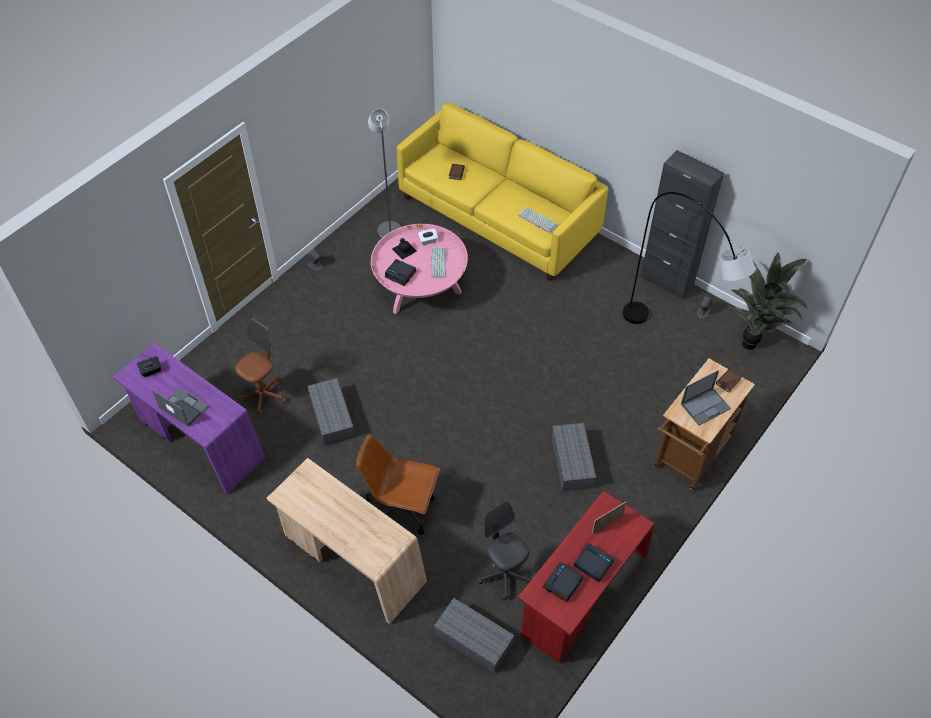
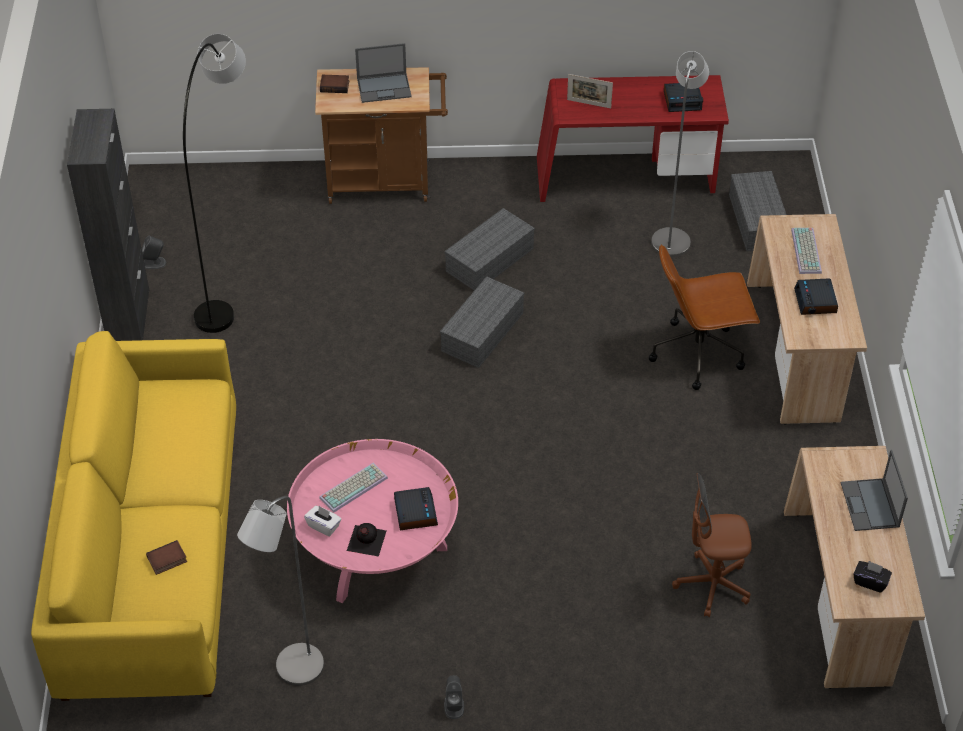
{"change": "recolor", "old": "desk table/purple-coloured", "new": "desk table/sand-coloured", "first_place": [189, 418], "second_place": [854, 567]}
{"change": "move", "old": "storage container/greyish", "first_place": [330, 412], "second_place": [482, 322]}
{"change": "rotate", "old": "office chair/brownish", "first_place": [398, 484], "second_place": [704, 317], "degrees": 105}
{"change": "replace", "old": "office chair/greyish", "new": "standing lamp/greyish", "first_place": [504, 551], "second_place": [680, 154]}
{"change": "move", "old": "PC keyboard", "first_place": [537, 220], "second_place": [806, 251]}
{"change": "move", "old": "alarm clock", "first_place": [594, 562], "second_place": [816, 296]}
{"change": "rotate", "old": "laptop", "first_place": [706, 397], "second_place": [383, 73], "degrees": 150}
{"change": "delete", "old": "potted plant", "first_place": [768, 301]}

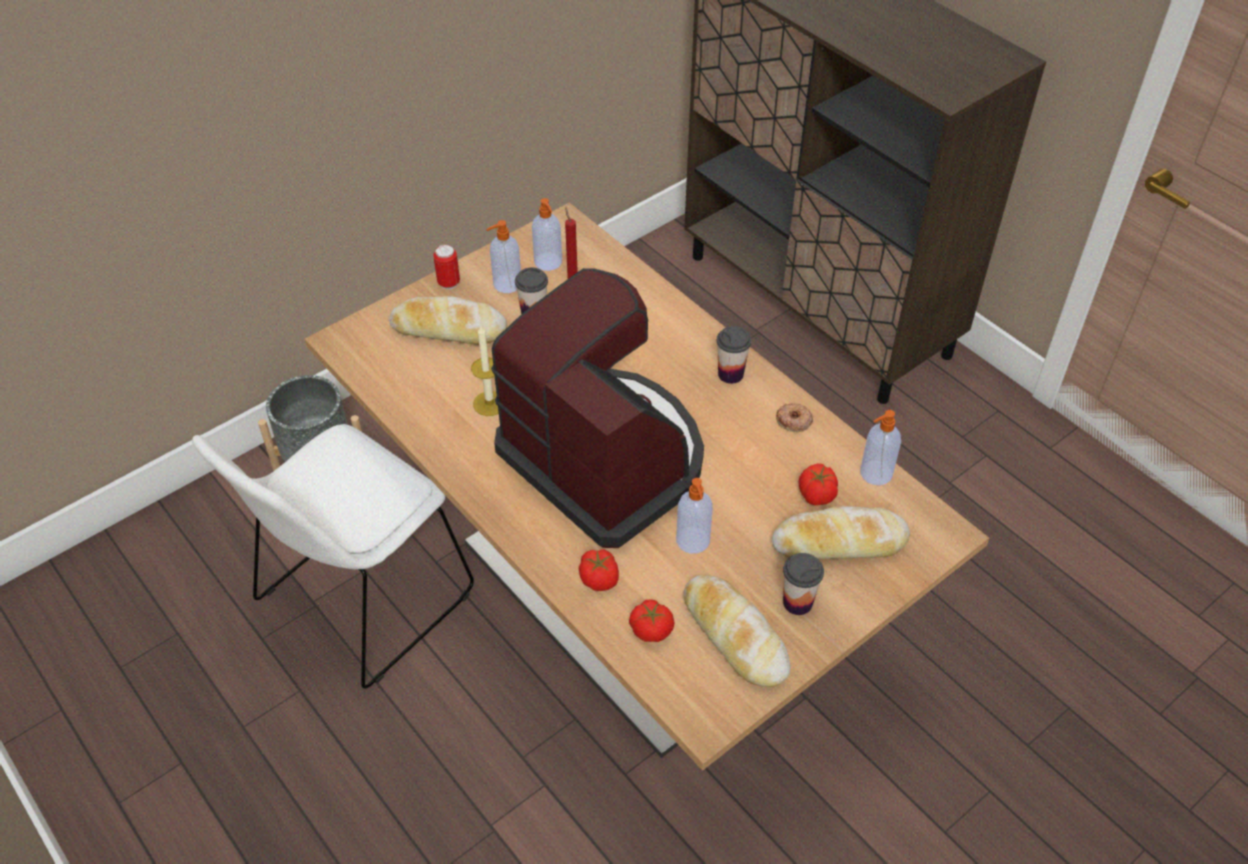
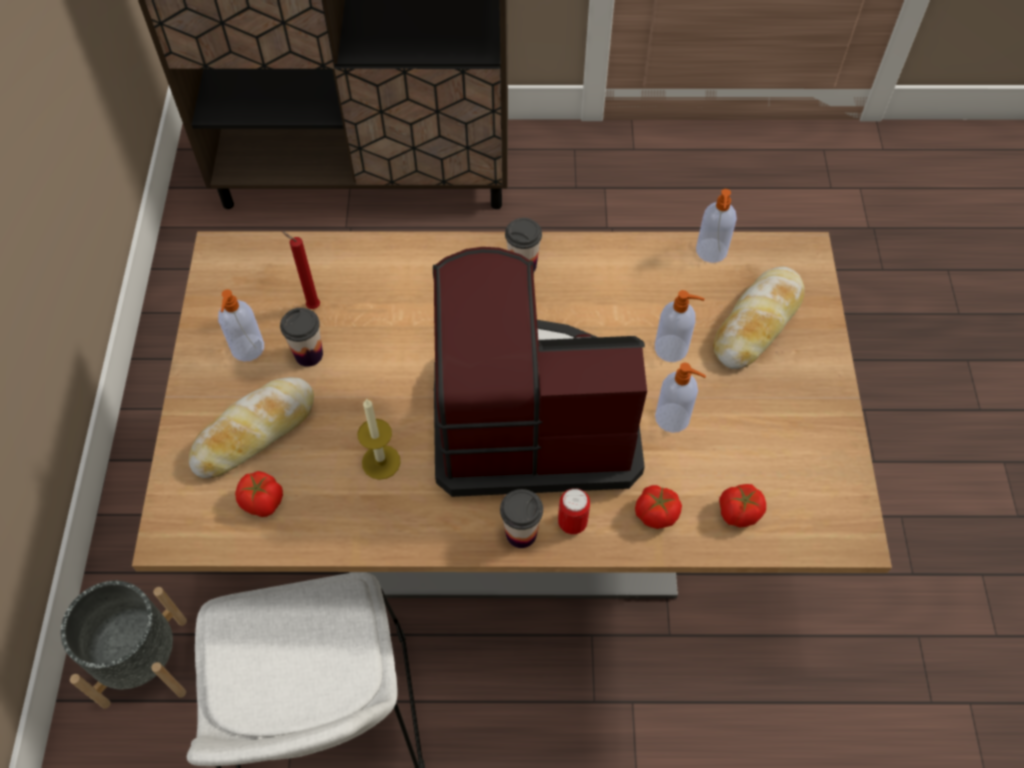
{"change": "move", "old": "sealed can", "first_place": [446, 267], "second_place": [574, 511]}
{"change": "move", "old": "soap dispenser", "first_place": [547, 234], "second_place": [680, 326]}
{"change": "delete", "old": "bakery bread", "first_place": [737, 631]}
{"change": "delete", "old": "donut", "first_place": [794, 417]}
{"change": "move", "old": "cup", "first_place": [803, 584], "second_place": [521, 518]}
{"change": "move", "old": "tomato", "first_place": [818, 484], "second_place": [259, 494]}

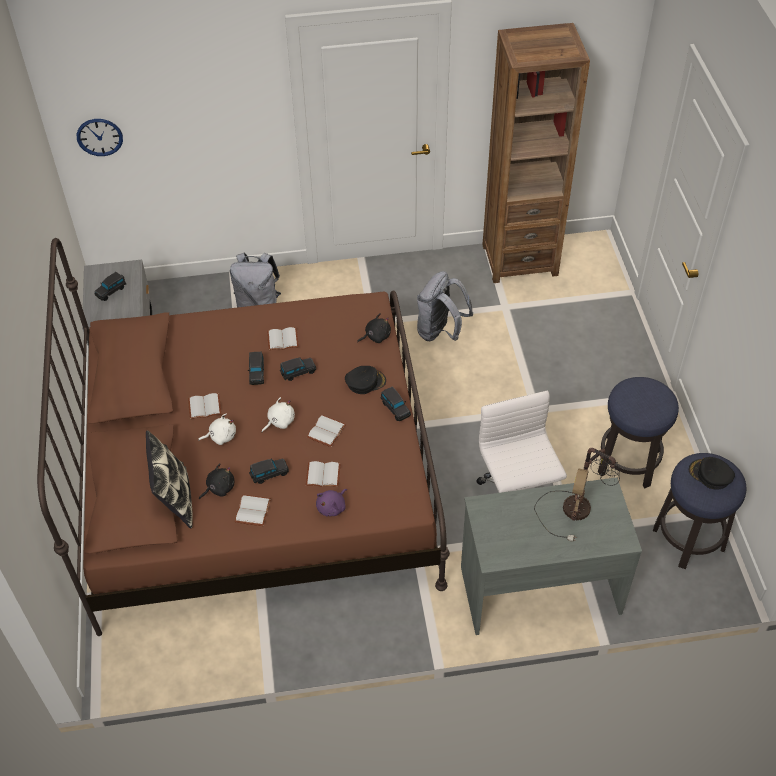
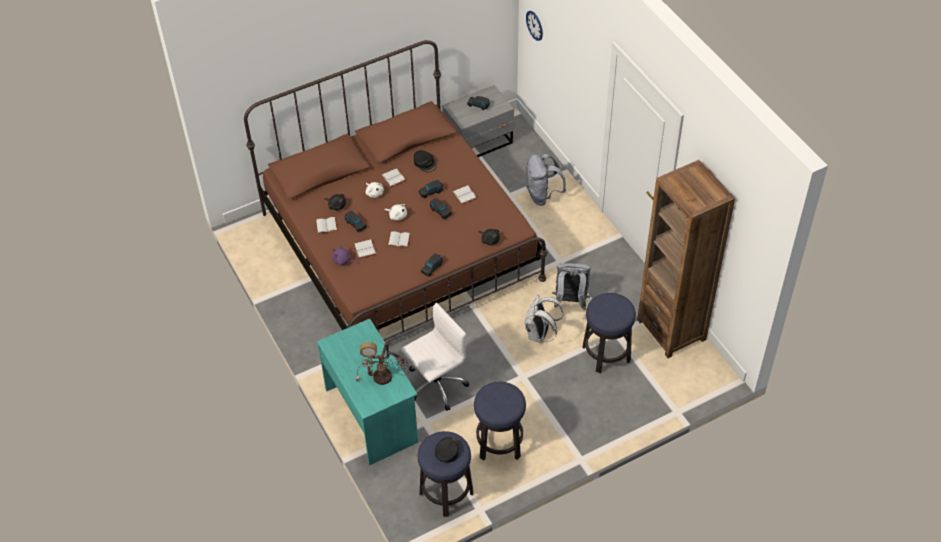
{"change": "delete", "old": "throw pillow", "first_place": [169, 479]}
{"change": "move", "old": "baseball cap/black-coloured", "first_place": [365, 380], "second_place": [425, 161]}
{"change": "recolor", "old": "desk table/greyish", "new": "desk table/blue-green", "first_place": [551, 556], "second_place": [367, 392]}
{"change": "insert", "new": "rucksack/whitish", "second_place": [544, 318]}
{"change": "insert", "new": "stool", "second_place": [609, 333]}

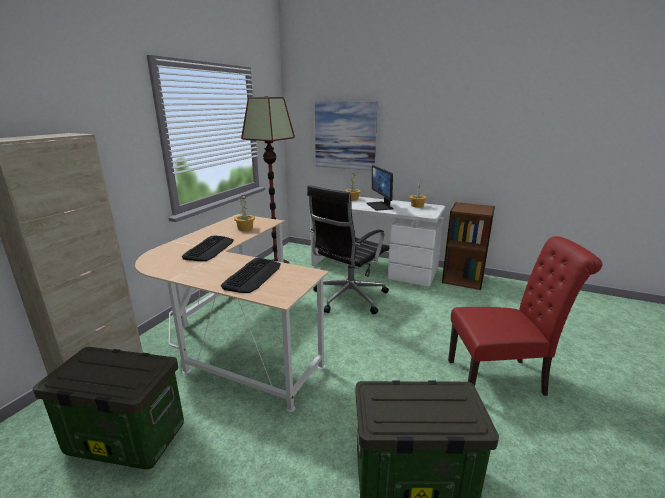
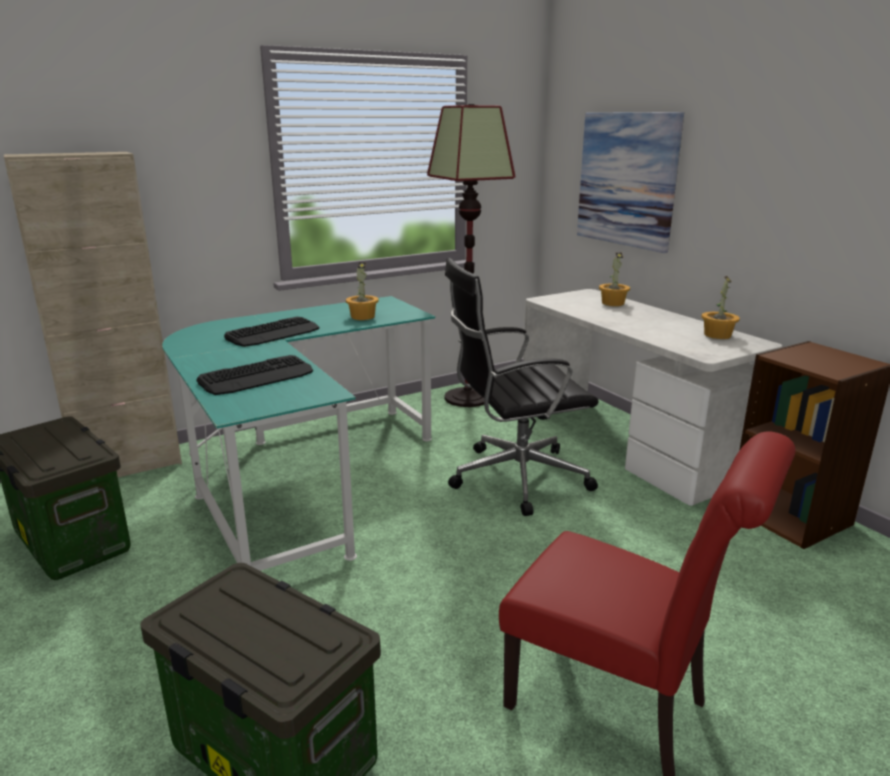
{"change": "recolor", "old": "desk table/sand-coloured", "new": "desk table/blue-green", "first_place": [232, 313], "second_place": [298, 433]}
{"change": "delete", "old": "computer screen", "first_place": [379, 188]}

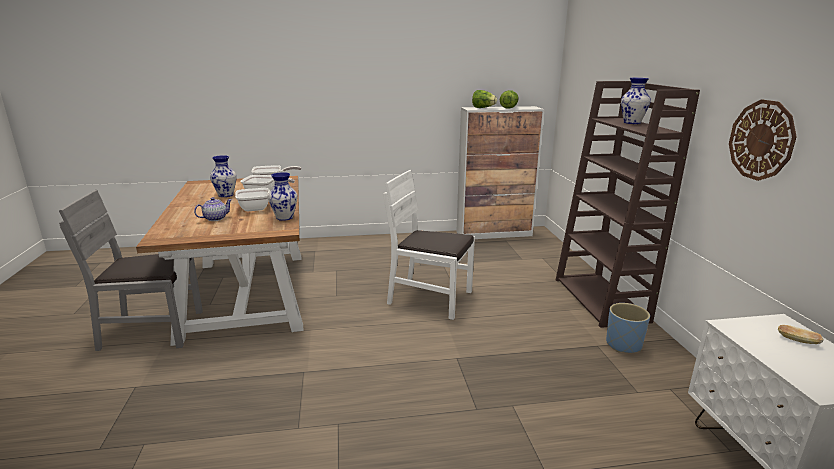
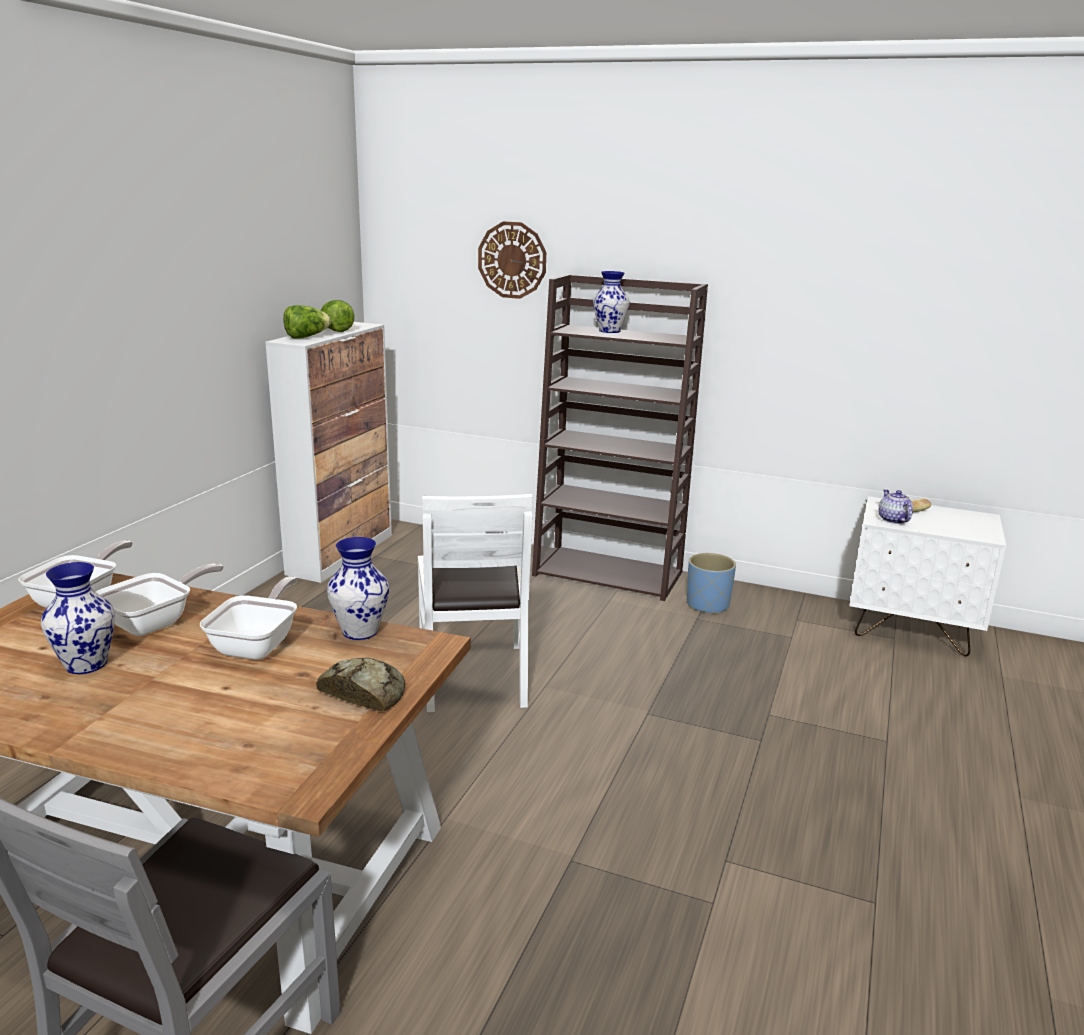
{"change": "move", "old": "pot for tea", "first_place": [213, 209], "second_place": [896, 506]}
{"change": "rotate", "old": "plain chair/whitish", "first_place": [429, 245], "second_place": [475, 603], "degrees": -60}
{"change": "move", "old": "clock on the wall", "first_place": [763, 140], "second_place": [512, 260]}
{"change": "insert", "new": "bakery bread", "second_place": [360, 684]}

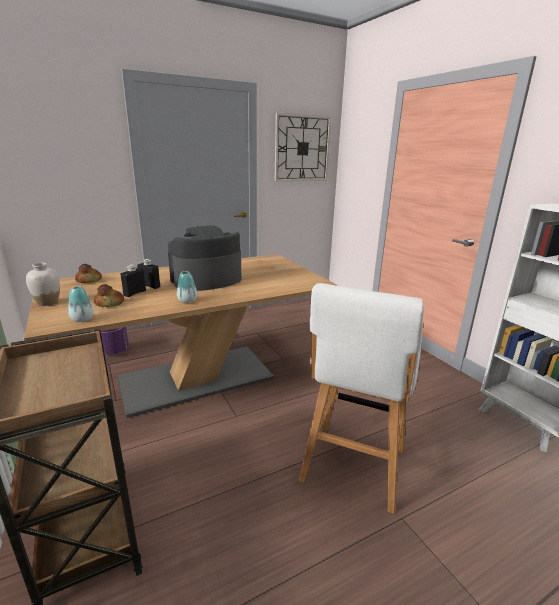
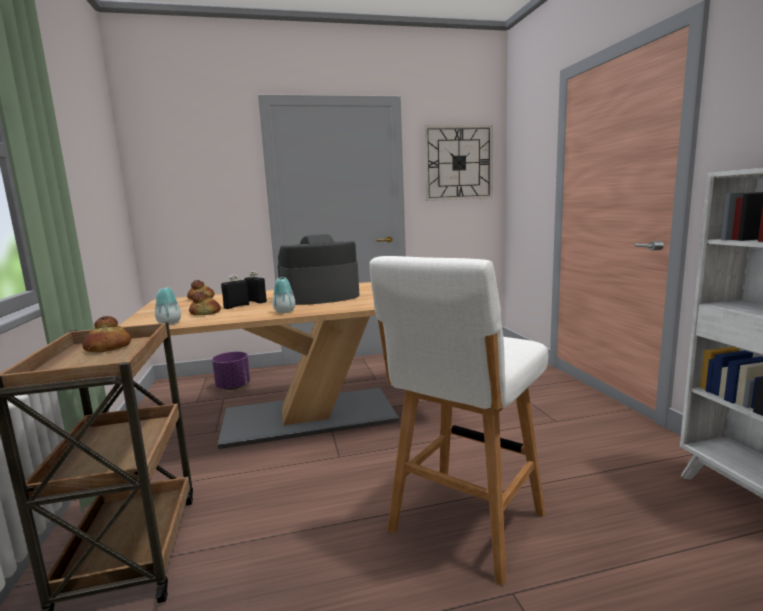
{"change": "delete", "old": "flower vase/whitish", "first_place": [43, 284]}
{"change": "insert", "new": "bakery bread", "second_place": [106, 334]}

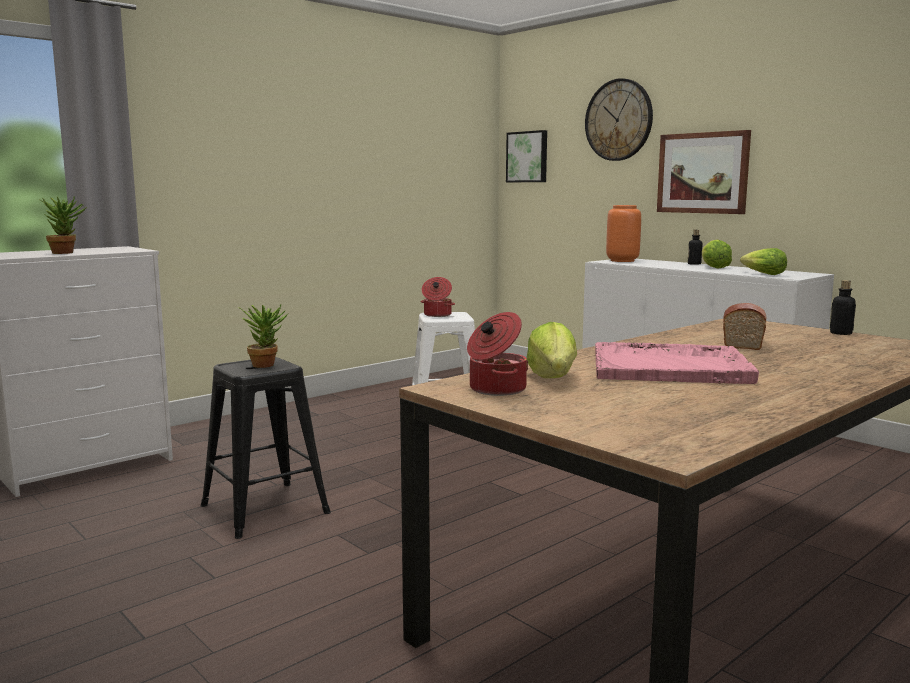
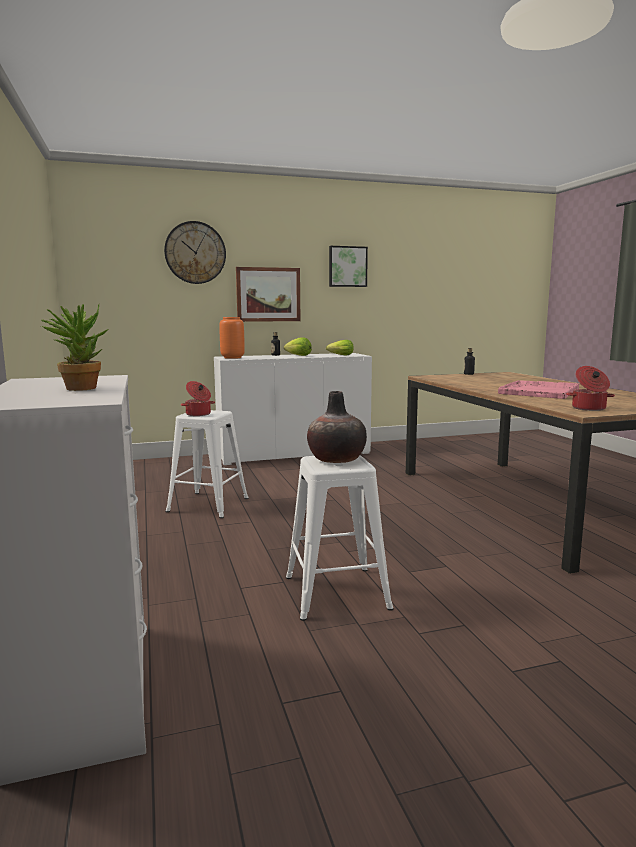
{"change": "recolor", "old": "stool/black-coloured", "new": "stool/whitish", "first_place": [266, 448], "second_place": [339, 538]}
{"change": "replace", "old": "potted plant", "new": "flower vase", "first_place": [263, 336], "second_place": [337, 427]}
{"change": "move", "old": "picture", "first_place": [526, 156], "second_place": [348, 266]}
{"change": "delete", "old": "lettuce", "first_place": [552, 350]}
{"change": "delete", "old": "bakery bread", "first_place": [744, 326]}

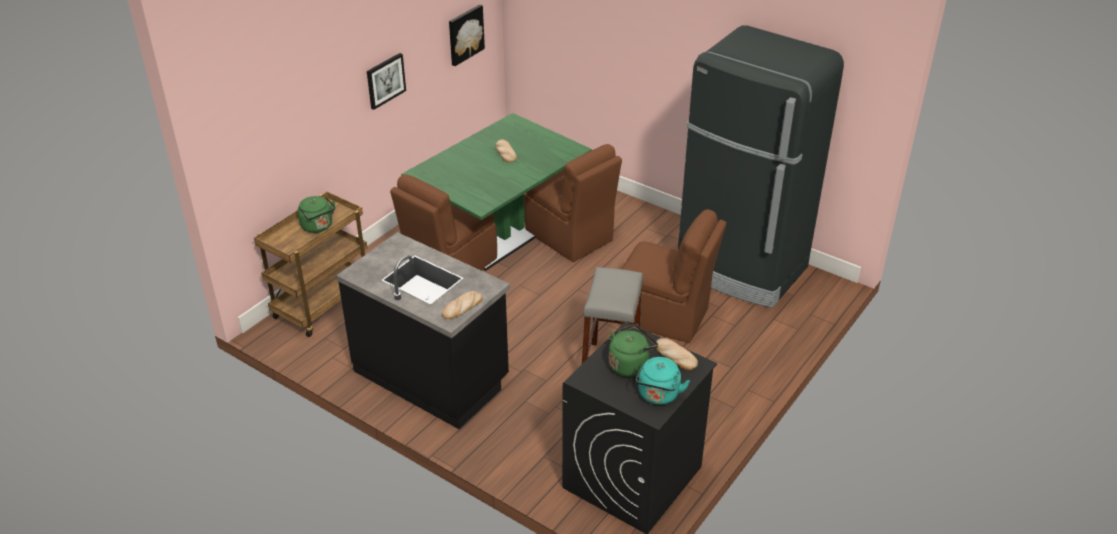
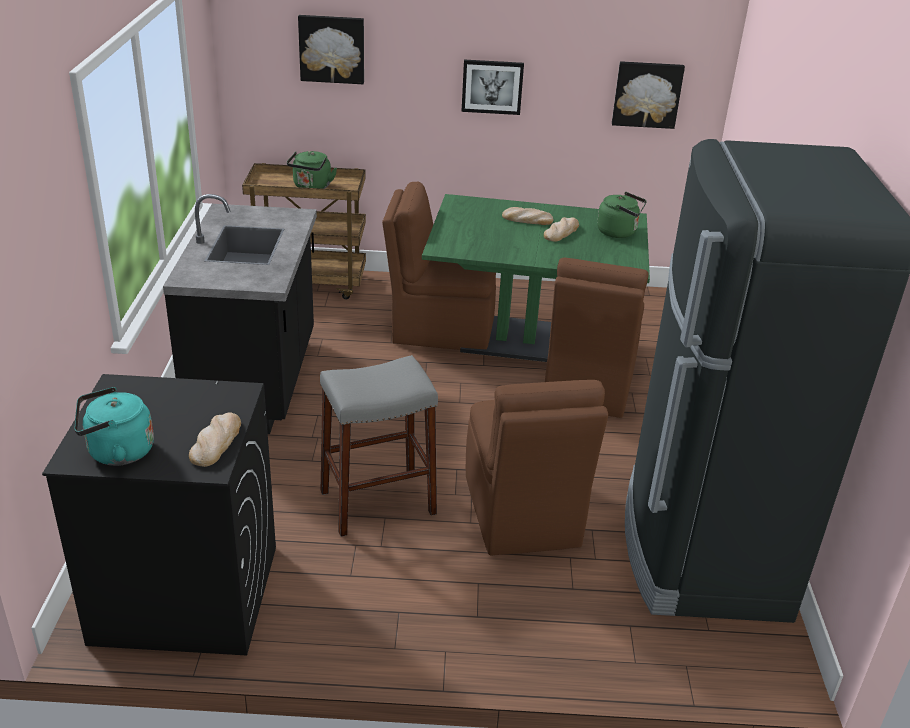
{"change": "move", "old": "bakery bread", "first_place": [462, 305], "second_place": [527, 216]}
{"change": "move", "old": "tea kettle/greenish", "first_place": [633, 351], "second_place": [622, 215]}
{"change": "insert", "new": "picture", "second_place": [331, 49]}

